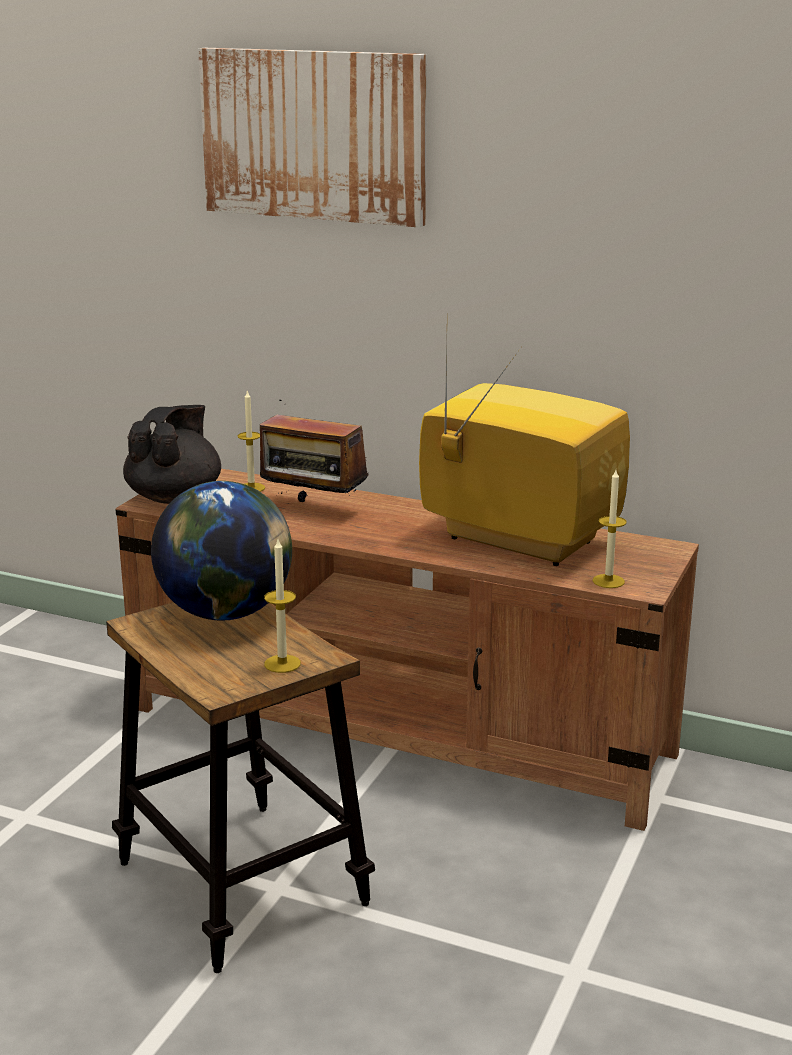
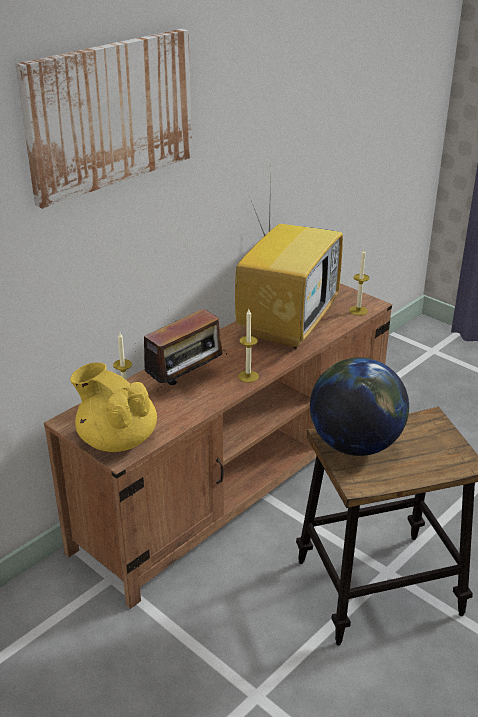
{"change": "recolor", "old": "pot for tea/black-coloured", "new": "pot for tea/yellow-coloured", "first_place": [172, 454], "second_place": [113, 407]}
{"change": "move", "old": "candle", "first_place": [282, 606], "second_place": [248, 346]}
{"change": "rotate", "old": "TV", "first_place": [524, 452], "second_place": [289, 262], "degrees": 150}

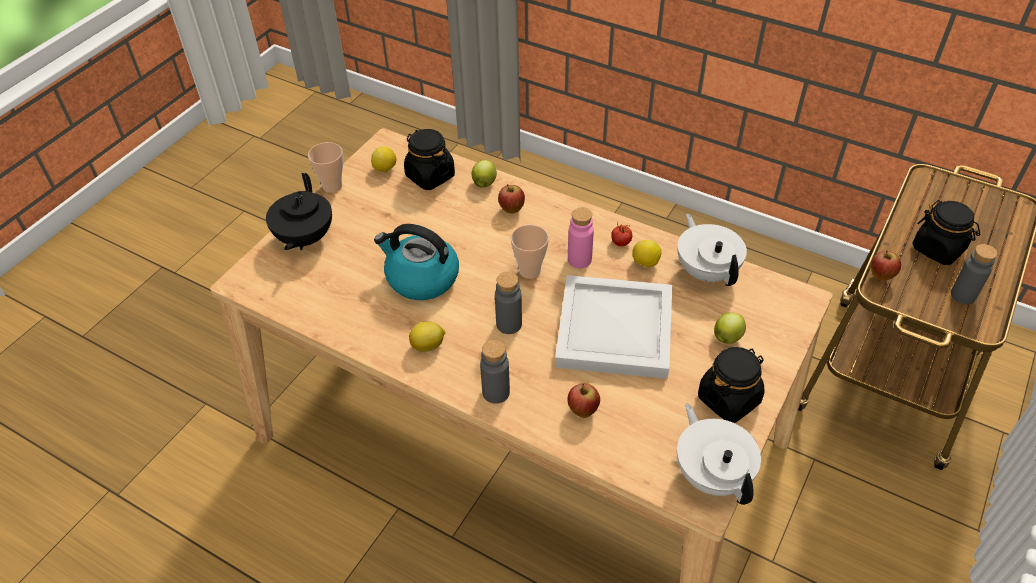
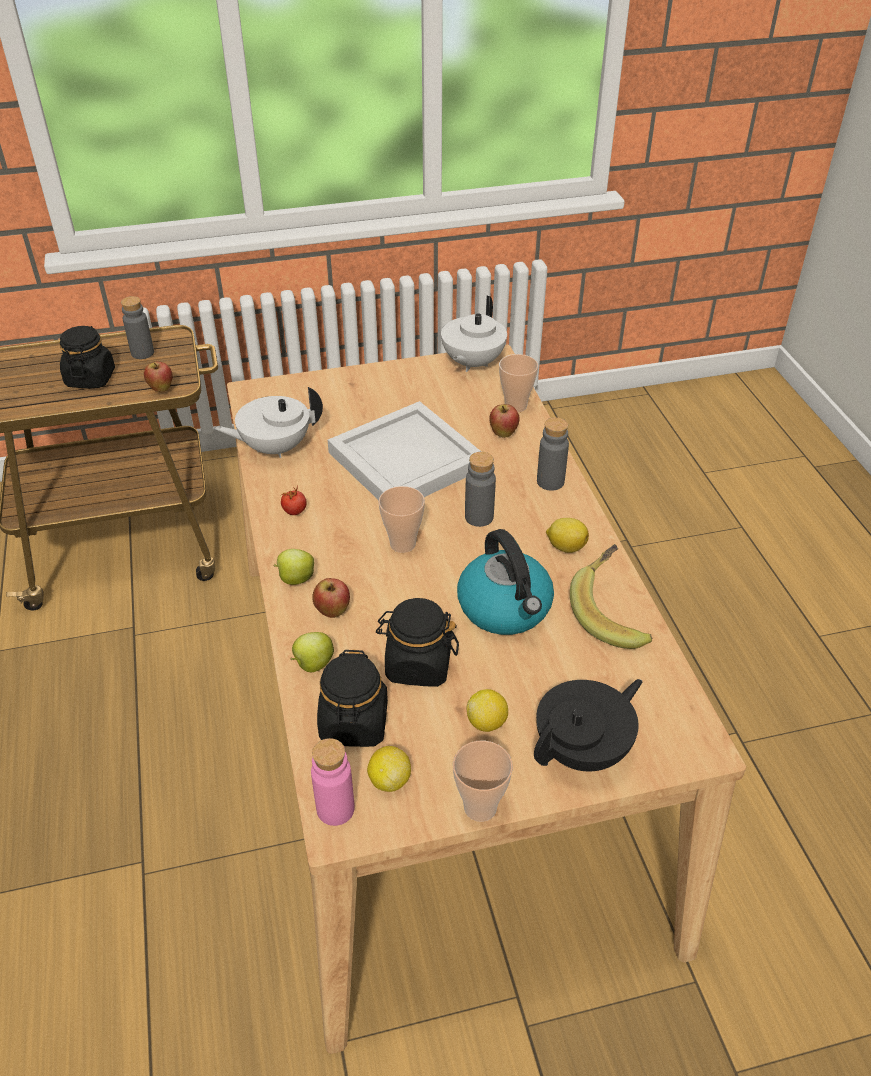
{"change": "move", "old": "beverage bottle/pinkish", "first_place": [581, 238], "second_place": [333, 782]}
{"change": "move", "old": "whole lemon", "first_place": [646, 254], "second_place": [487, 710]}
{"change": "rotate", "old": "pot for tea/whitish", "first_place": [712, 249], "second_place": [268, 422], "degrees": 45}
{"change": "move", "old": "preserve jar/black-coloured", "first_place": [731, 385], "second_place": [417, 642]}
{"change": "move", "old": "whole apple", "first_place": [730, 328], "second_place": [294, 567]}
{"change": "insert", "new": "cup", "second_place": [518, 383]}
{"change": "insert", "new": "banana", "second_place": [611, 596]}

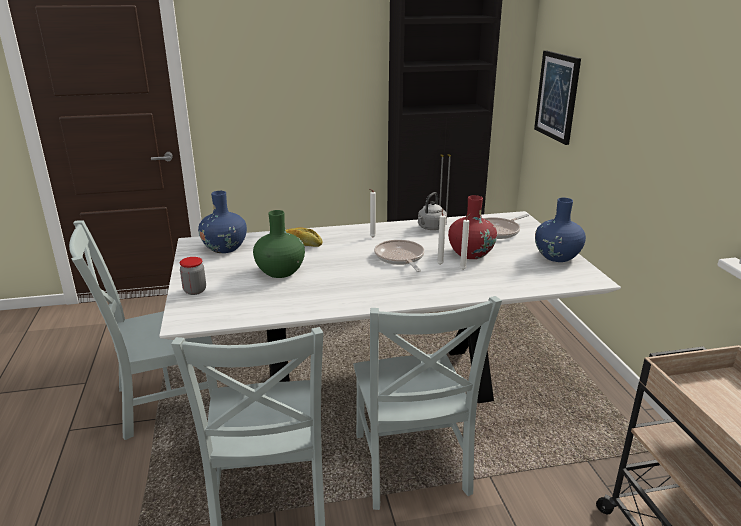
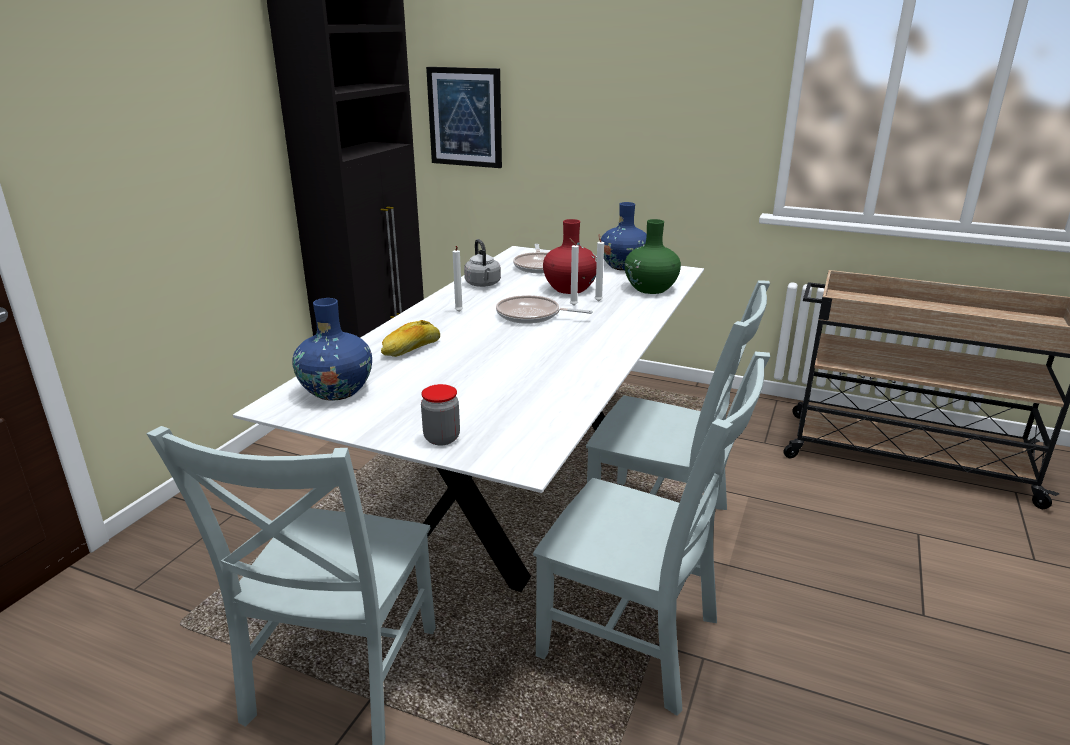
{"change": "move", "old": "flower vase/greenish", "first_place": [279, 244], "second_place": [653, 256]}

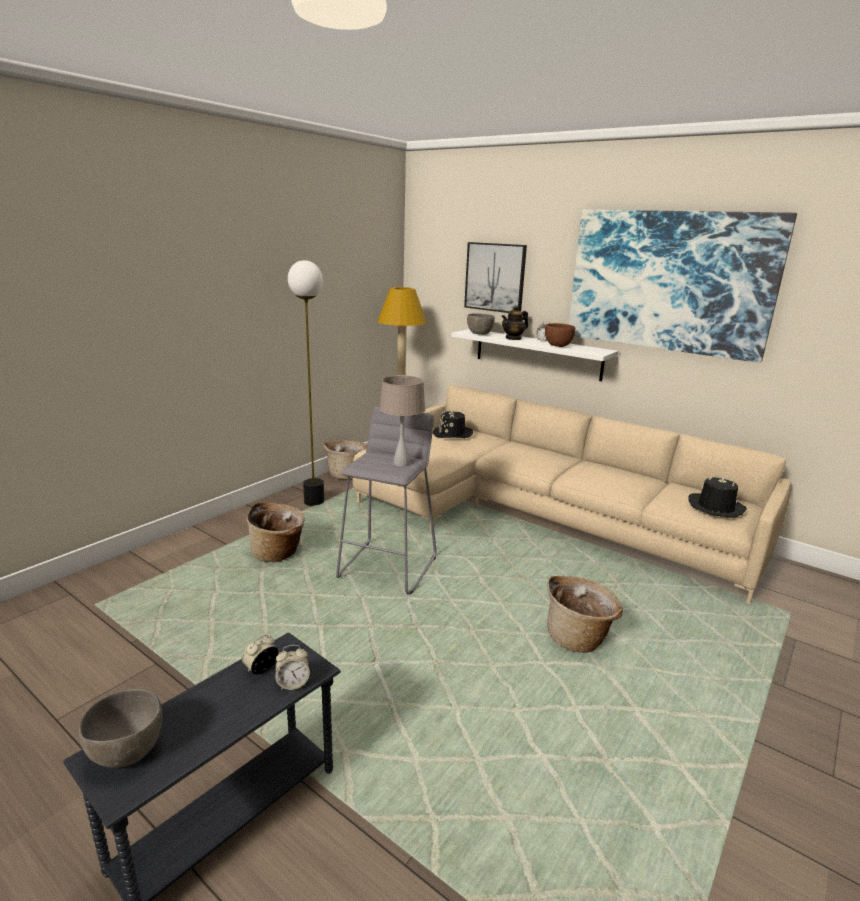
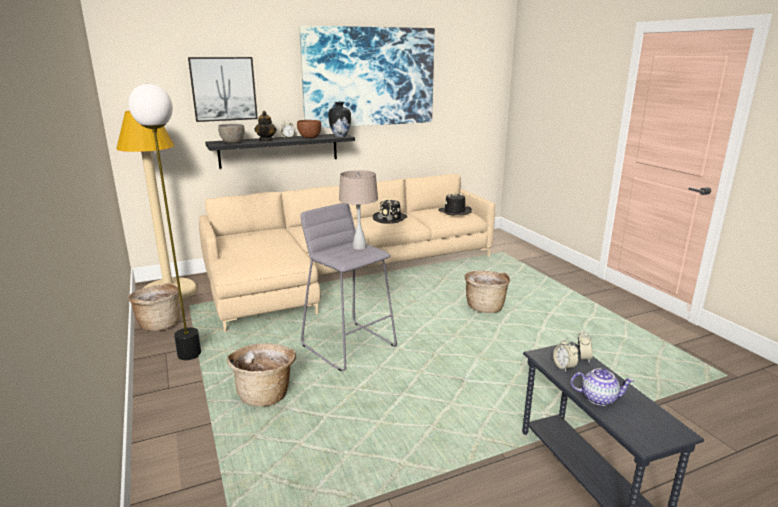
{"change": "delete", "old": "deep dish/greyish", "first_place": [121, 728]}
{"change": "move", "old": "clothing hat/black-coloured", "first_place": [453, 424], "second_place": [390, 211]}
{"change": "recolor", "old": "wall shelf/whitish", "new": "wall shelf/black-coloured", "first_place": [534, 355], "second_place": [280, 151]}
{"change": "insert", "new": "flower vase", "second_place": [340, 119]}
{"change": "insert", "new": "pot for tea", "second_place": [602, 387]}

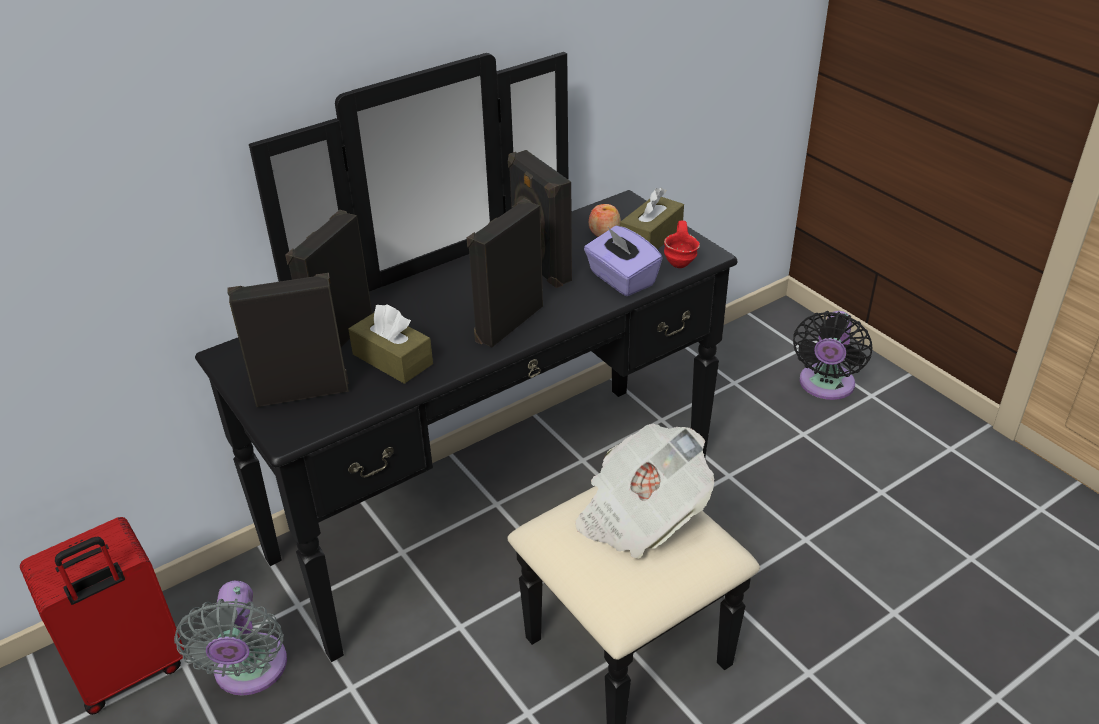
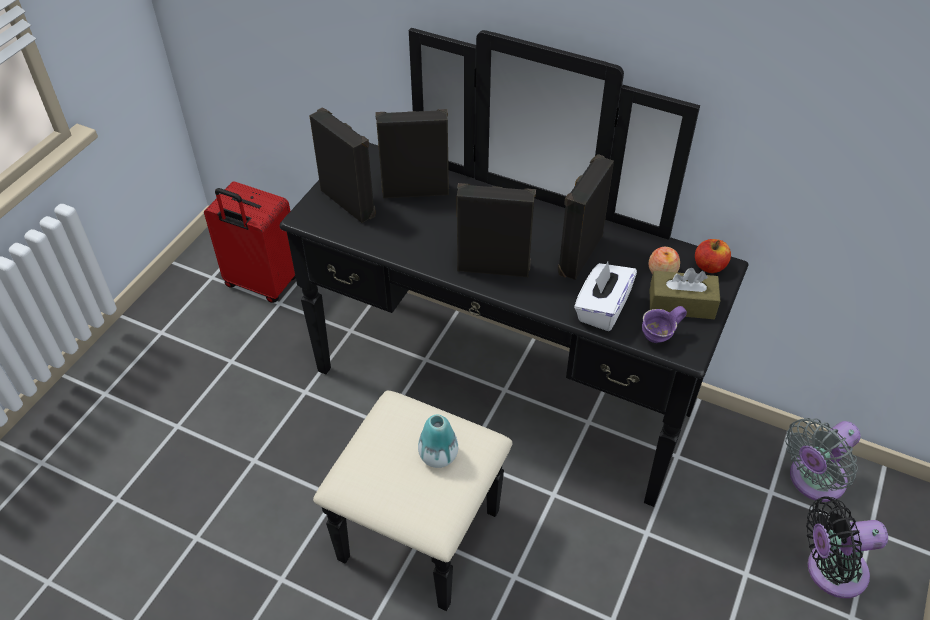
{"change": "move", "old": "fan/greyish", "first_place": [230, 638], "second_place": [823, 460]}
{"change": "delete", "old": "box of tissues/brownish", "first_place": [390, 344]}
{"change": "replace", "old": "daily paper", "new": "flower vase", "first_place": [644, 491], "second_place": [438, 441]}
{"change": "recolor", "old": "box of tissues/purple-coloured", "new": "box of tissues/whitish", "first_place": [623, 261], "second_place": [605, 296]}
{"change": "recolor", "old": "coffee mug/red-coloured", "new": "coffee mug/purple-coloured", "first_place": [682, 244], "second_place": [664, 324]}
{"change": "insert", "new": "whole apple", "second_place": [713, 256]}

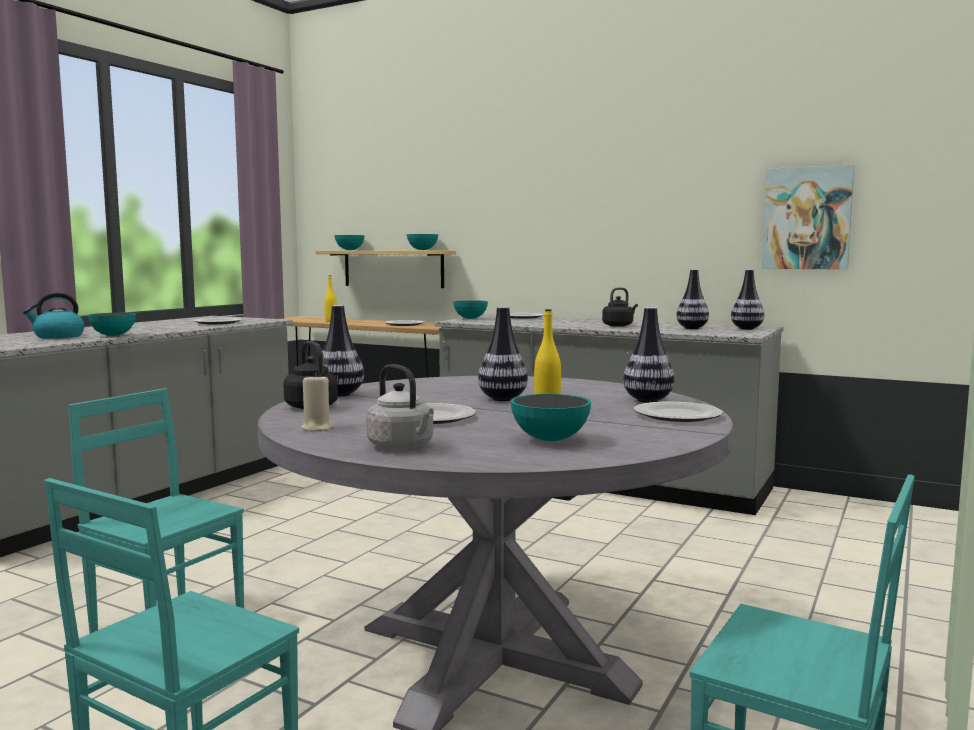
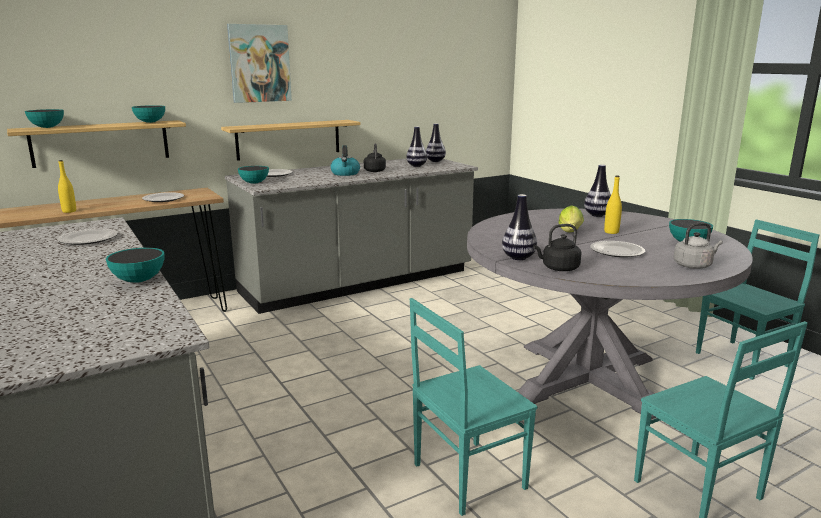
{"change": "move", "old": "tea kettle", "first_place": [54, 315], "second_place": [345, 160]}
{"change": "delete", "old": "candle/sand-coloured", "first_place": [317, 402]}
{"change": "replace", "old": "flower vase", "new": "lettuce", "first_place": [503, 354], "second_place": [571, 218]}
{"change": "delete", "old": "plate", "first_place": [678, 412]}
{"change": "move", "old": "picture", "first_place": [808, 217], "second_place": [259, 63]}
{"change": "insert", "new": "wall shelf", "second_place": [291, 140]}

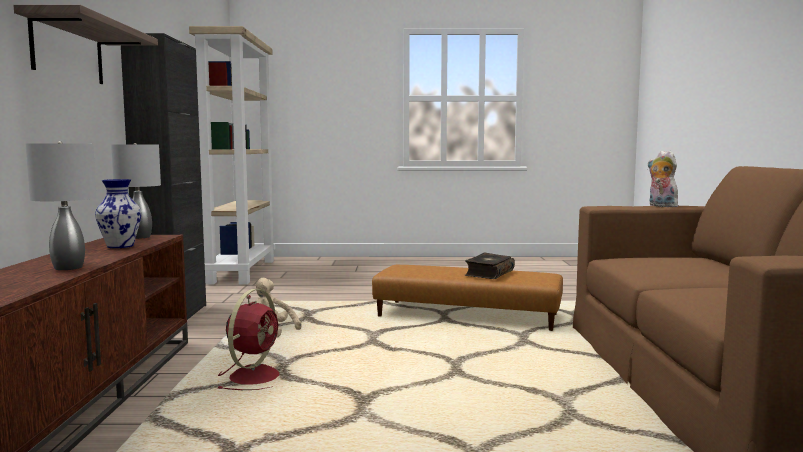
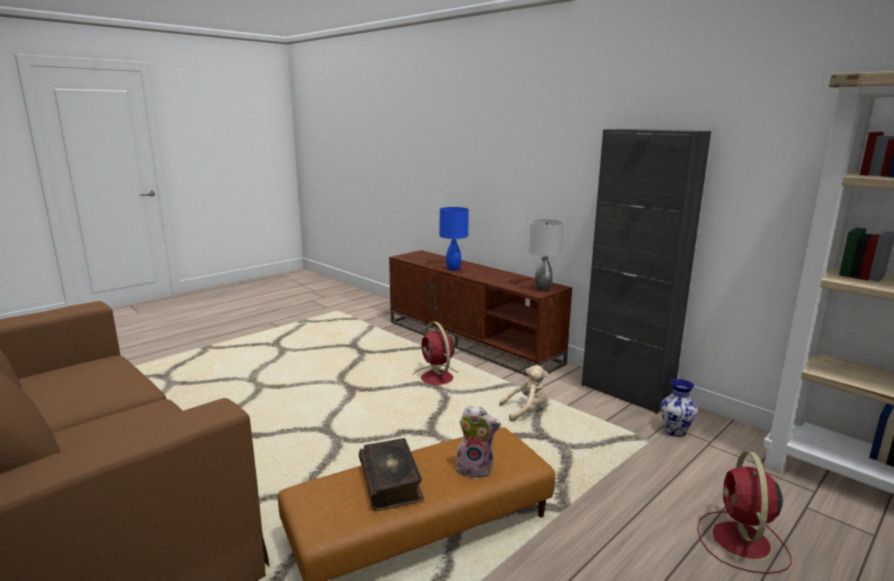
{"change": "delete", "old": "wall shelf", "first_place": [86, 44]}
{"change": "recolor", "old": "lamp for a table/greyish", "new": "lamp for a table/blue-coloured", "first_place": [61, 205], "second_place": [454, 238]}
{"change": "move", "old": "flower vase", "first_place": [118, 213], "second_place": [679, 408]}
{"change": "move", "old": "plush toy", "first_place": [662, 179], "second_place": [478, 441]}
{"change": "insert", "new": "fan/red-coloured", "second_place": [744, 512]}

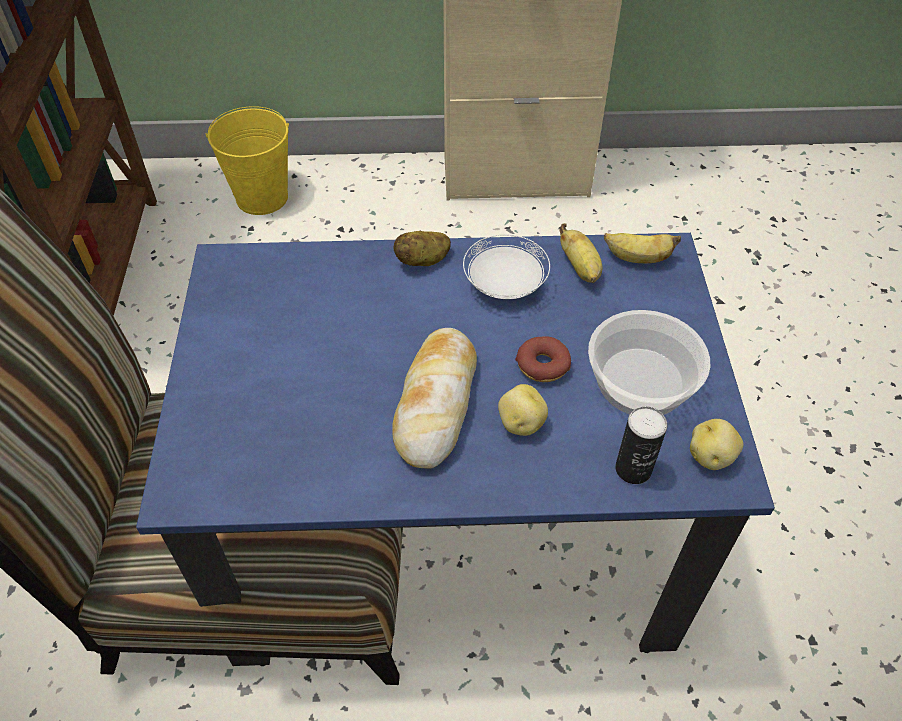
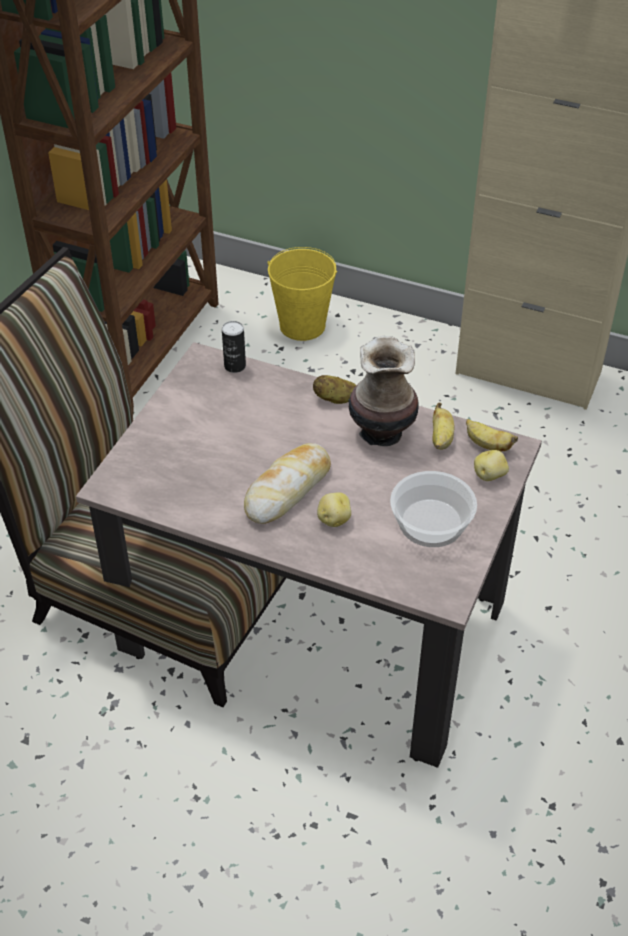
{"change": "recolor", "old": "dinner table/blue-coloured", "new": "dinner table/sand-coloured", "first_place": [455, 449], "second_place": [309, 555]}
{"change": "replace", "old": "plate/whitish", "new": "flower vase", "first_place": [506, 266], "second_place": [384, 391]}
{"change": "delete", "old": "donut", "first_place": [543, 359]}
{"change": "move", "old": "sealed can", "first_place": [641, 445], "second_place": [234, 347]}
{"change": "move", "old": "spud", "first_place": [716, 444], "second_place": [491, 465]}

